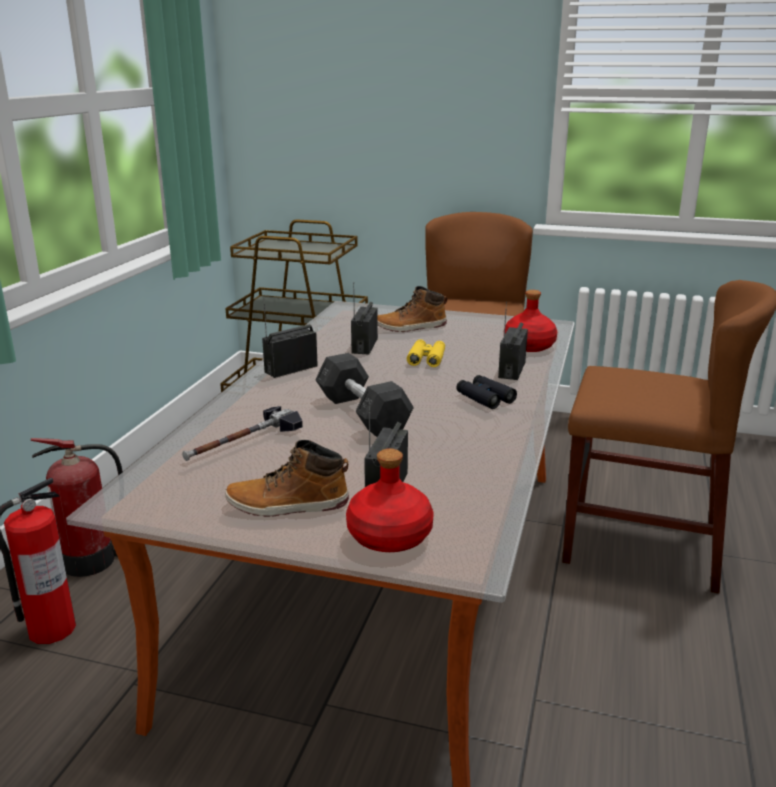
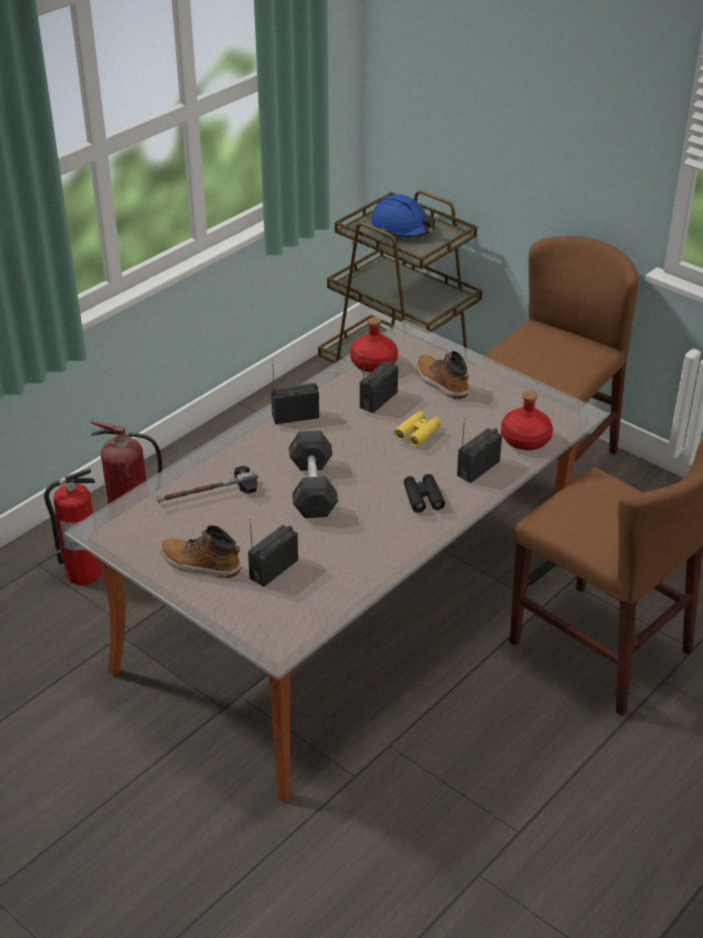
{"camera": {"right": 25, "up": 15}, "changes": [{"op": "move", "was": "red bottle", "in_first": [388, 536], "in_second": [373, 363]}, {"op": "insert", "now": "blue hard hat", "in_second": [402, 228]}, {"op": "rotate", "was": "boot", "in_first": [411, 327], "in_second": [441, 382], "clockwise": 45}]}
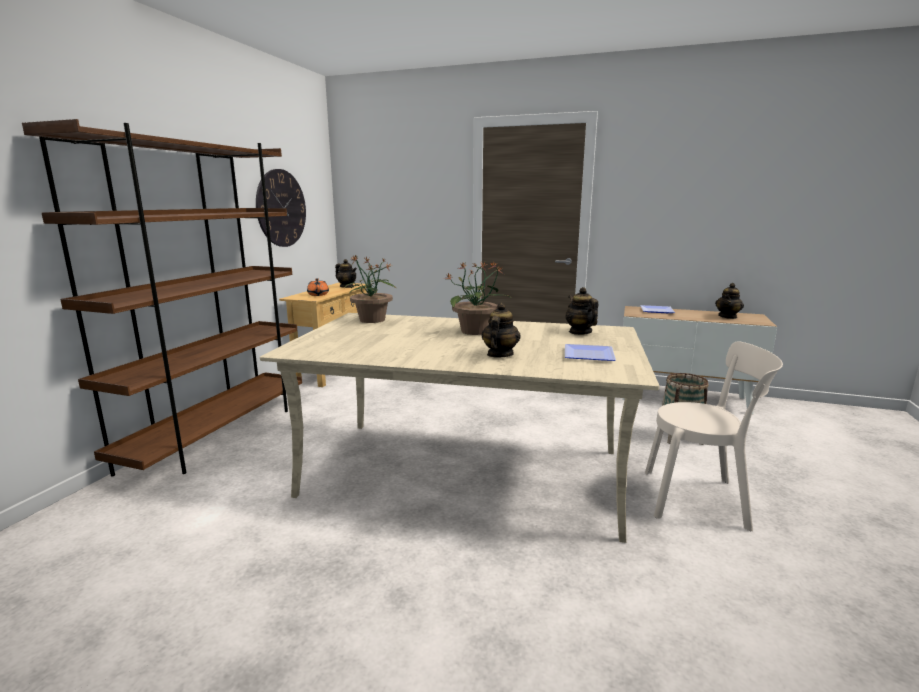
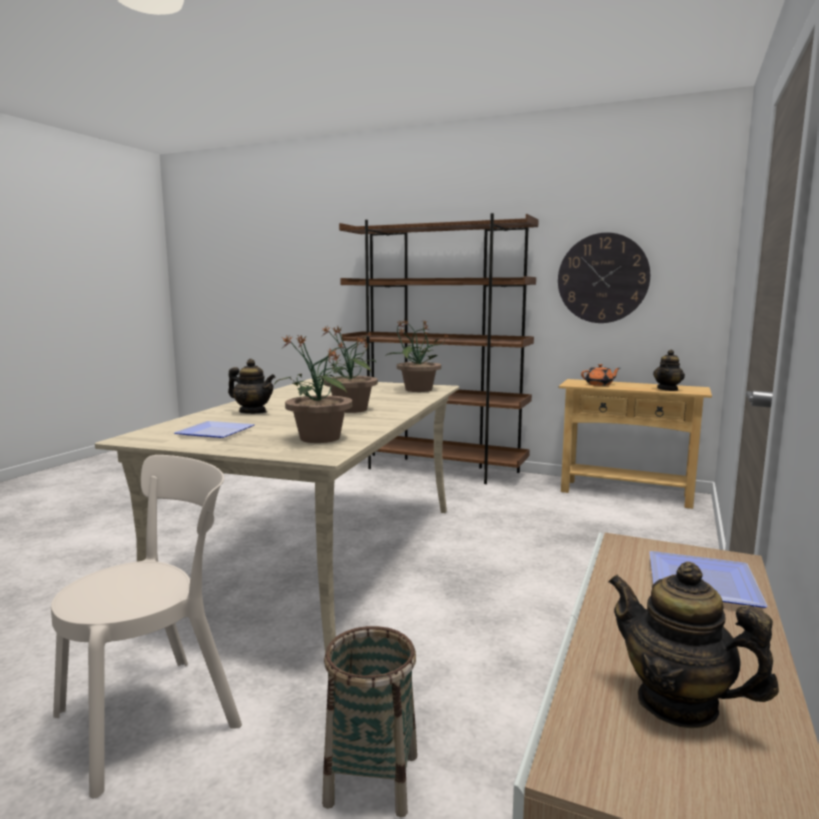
{"camera": {"right": 95, "up": -5}, "changes": [{"op": "rotate", "was": "beige chair", "in_first": [700, 499], "in_second": [156, 715], "clockwise": -150}, {"op": "replace", "was": "teapot", "now": "potted plant", "in_first": [580, 332], "in_second": [319, 438]}]}
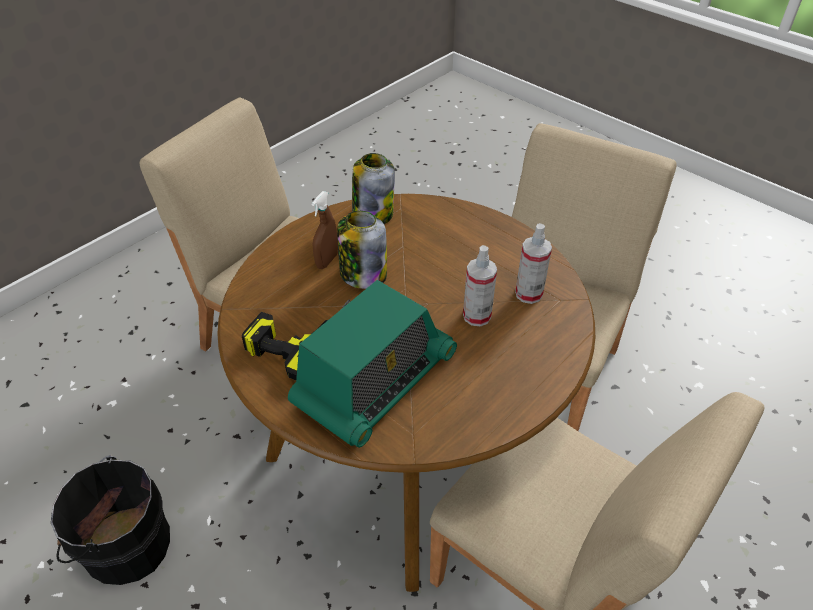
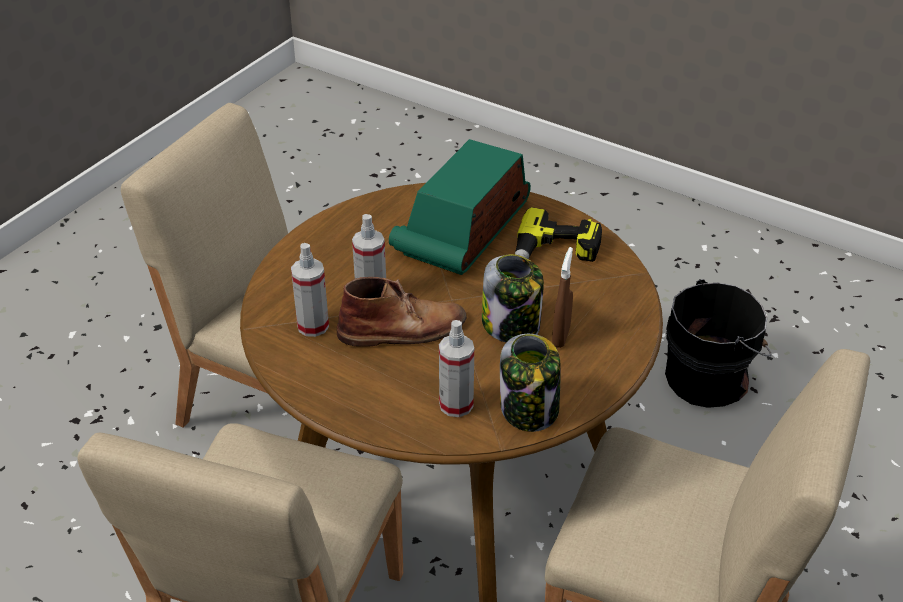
{"camera": {"right": 170, "up": -5}, "changes": [{"op": "insert", "now": "brown boot", "in_second": [403, 329]}, {"op": "insert", "now": "spray bottle", "in_second": [456, 405]}]}
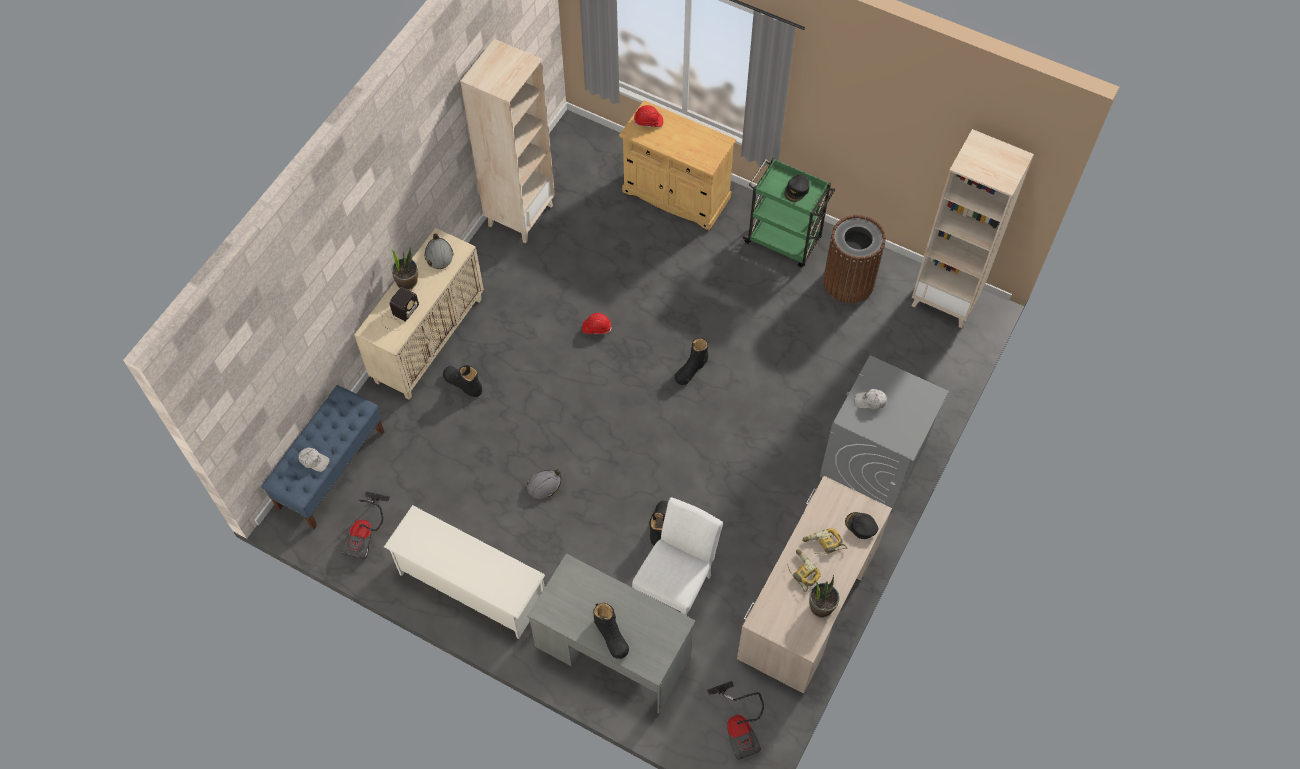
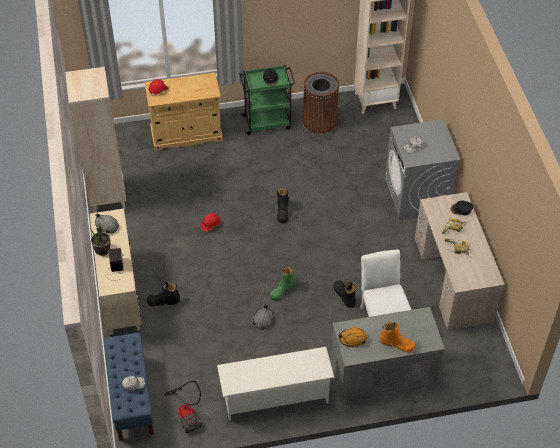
{"camera": {"right": -40, "up": -10}, "changes": [{"op": "insert", "now": "green boot", "in_second": [282, 290]}, {"op": "insert", "now": "orange hard hat", "in_second": [352, 339]}, {"op": "recolor", "was": "black boot", "now": "orange boot", "in_first": [611, 636], "in_second": [397, 344]}, {"op": "delete", "was": "vacuum cleaner", "in_first": [739, 727]}, {"op": "delete", "was": "potted plant", "in_first": [821, 606]}]}
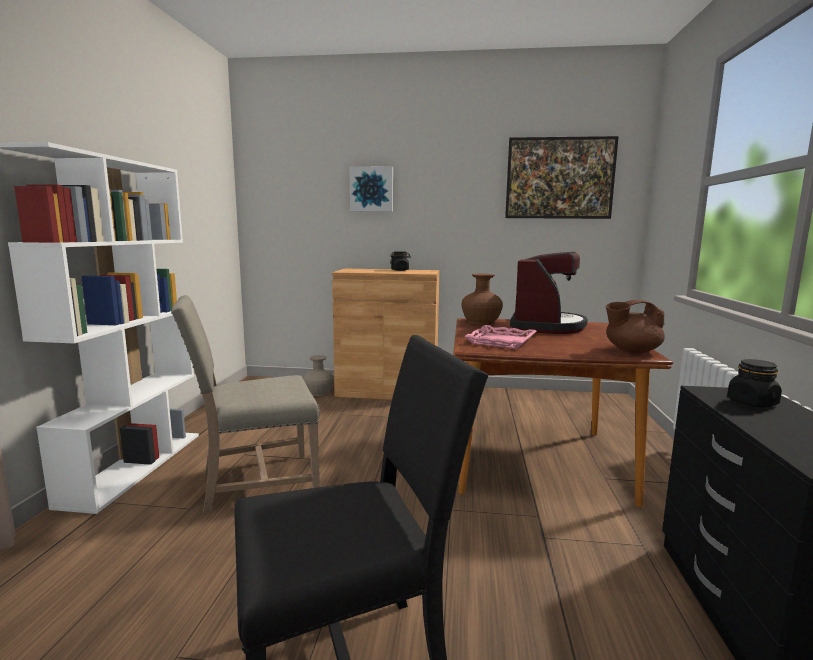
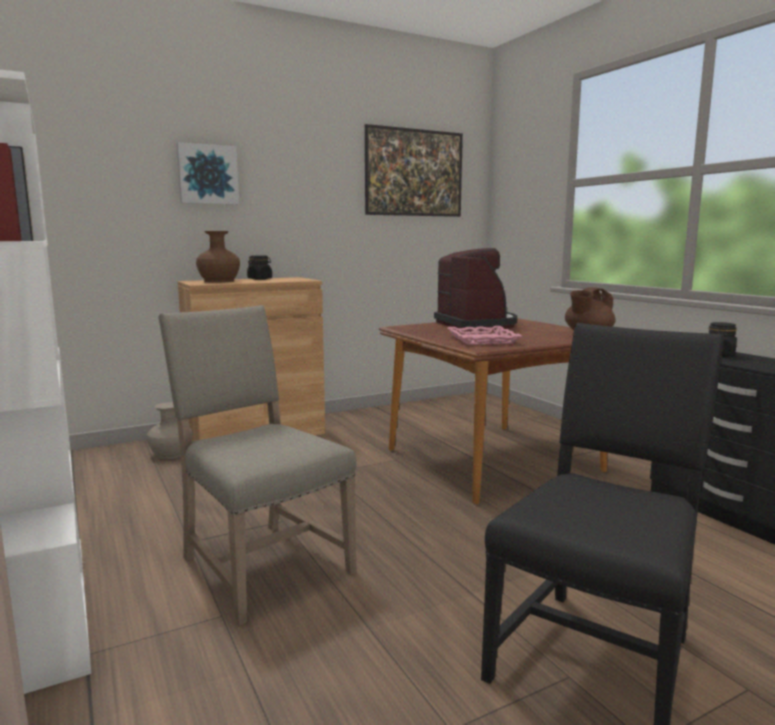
{"camera": {"right": -35, "up": 0}, "changes": [{"op": "rotate", "was": "beige chair", "in_first": [255, 484], "in_second": [260, 564], "clockwise": 105}, {"op": "move", "was": "brown vase", "in_first": [481, 322], "in_second": [219, 281]}]}
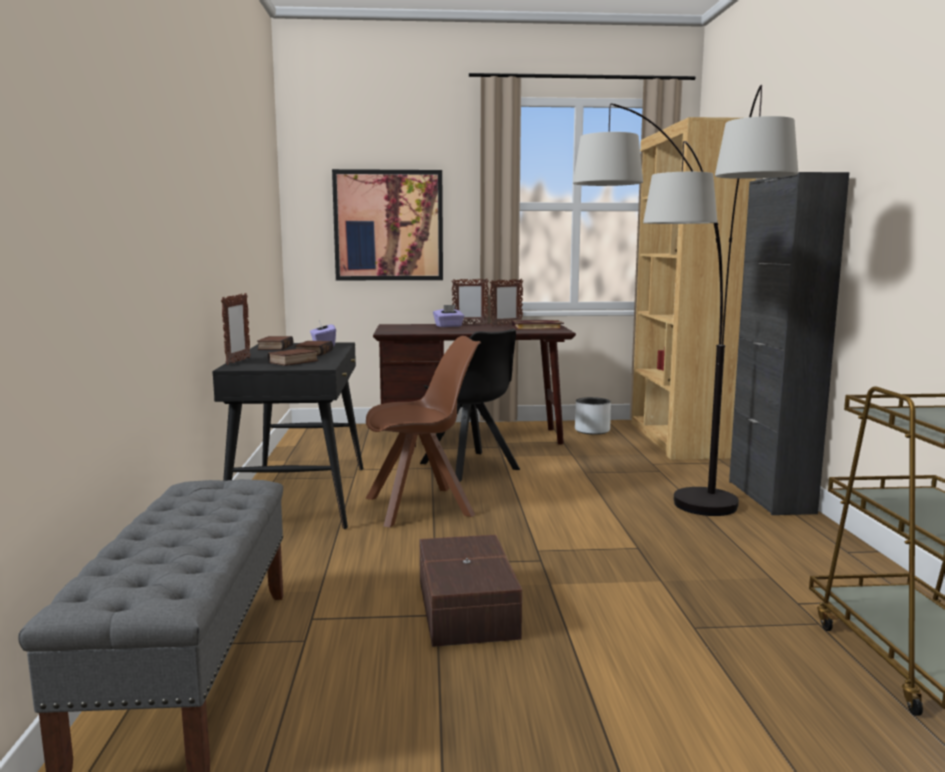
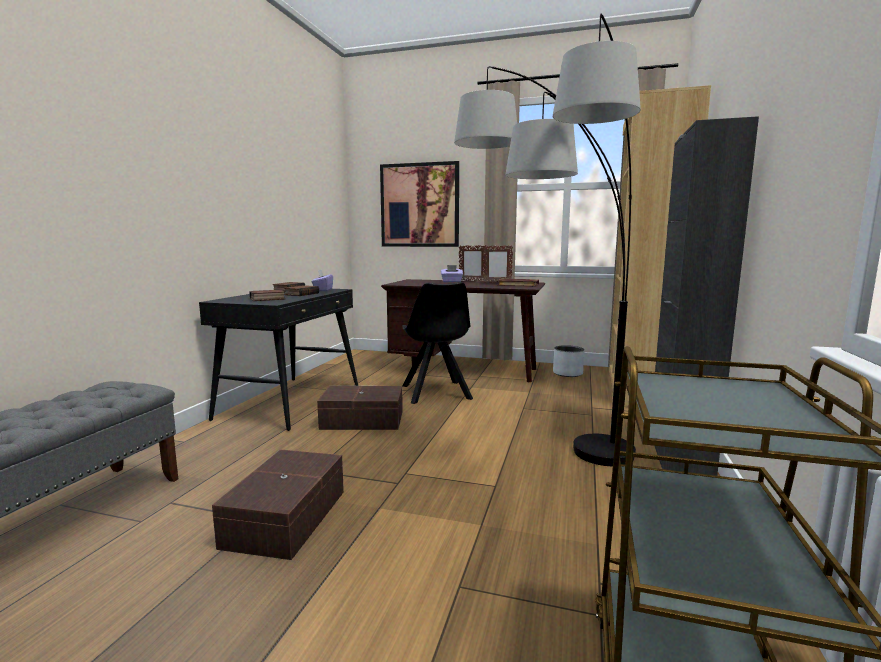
{"camera": {"right": 20, "up": 0}, "changes": [{"op": "replace", "was": "brown chair", "now": "brown storage box", "in_first": [422, 507], "in_second": [363, 421]}, {"op": "delete", "was": "picture frame", "in_first": [238, 361]}]}
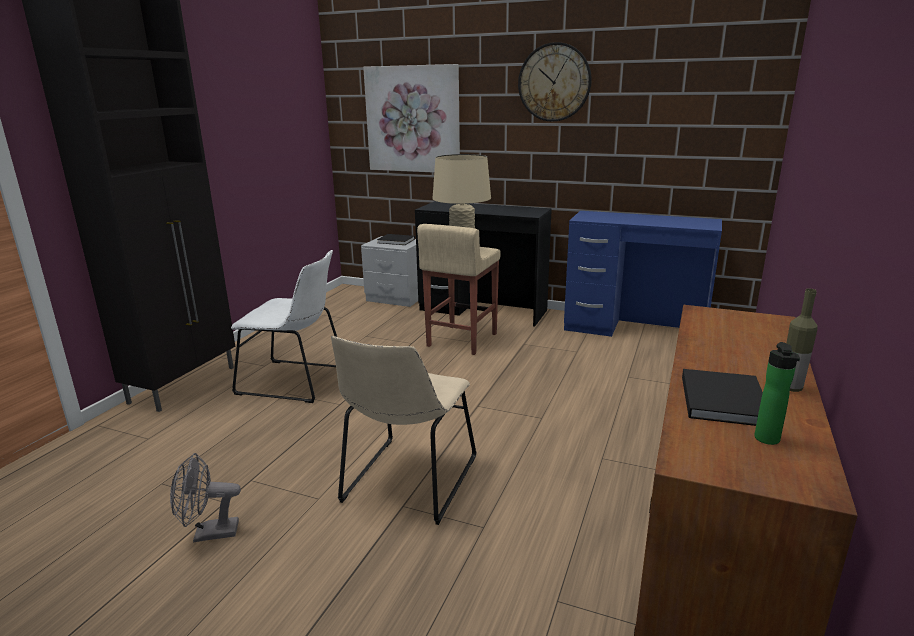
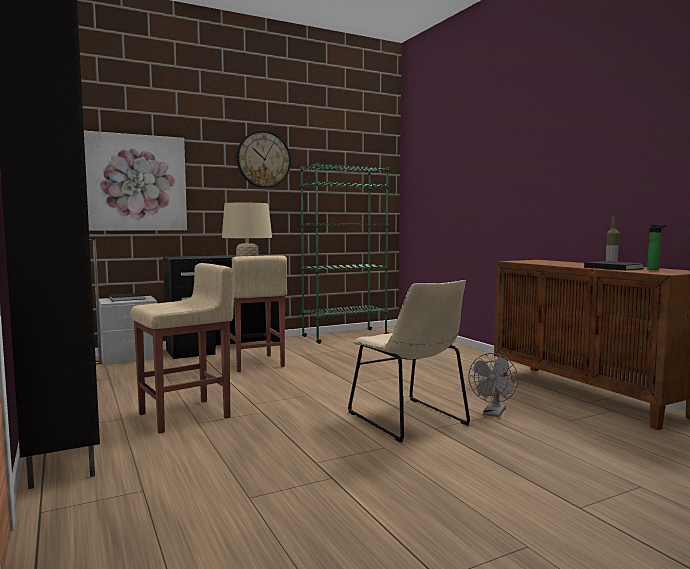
{"camera": {"right": -50, "up": -15}, "changes": [{"op": "replace", "was": "white chair", "now": "beige stool", "in_first": [296, 381], "in_second": [186, 415]}, {"op": "replace", "was": "blue desk", "now": "green bookcase", "in_first": [634, 330], "in_second": [344, 336]}, {"op": "move", "was": "grey fan", "in_first": [208, 533], "in_second": [493, 413]}]}
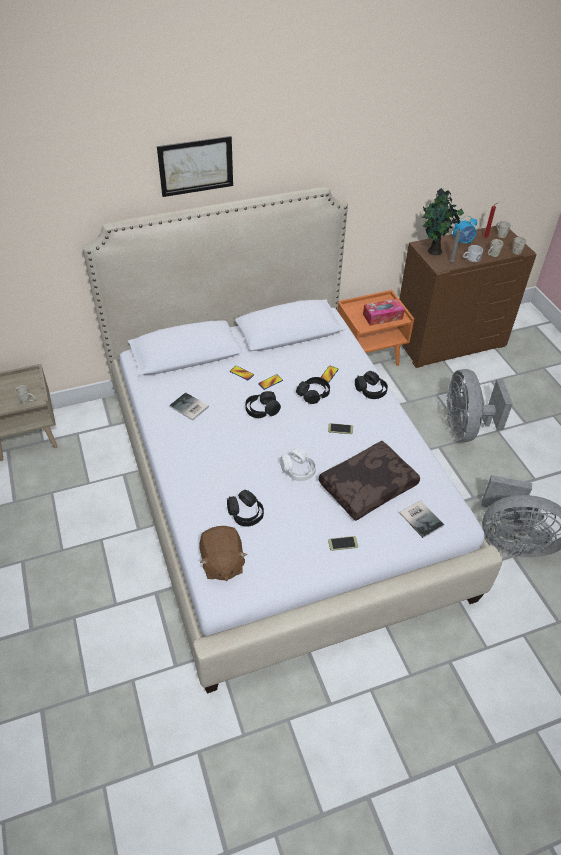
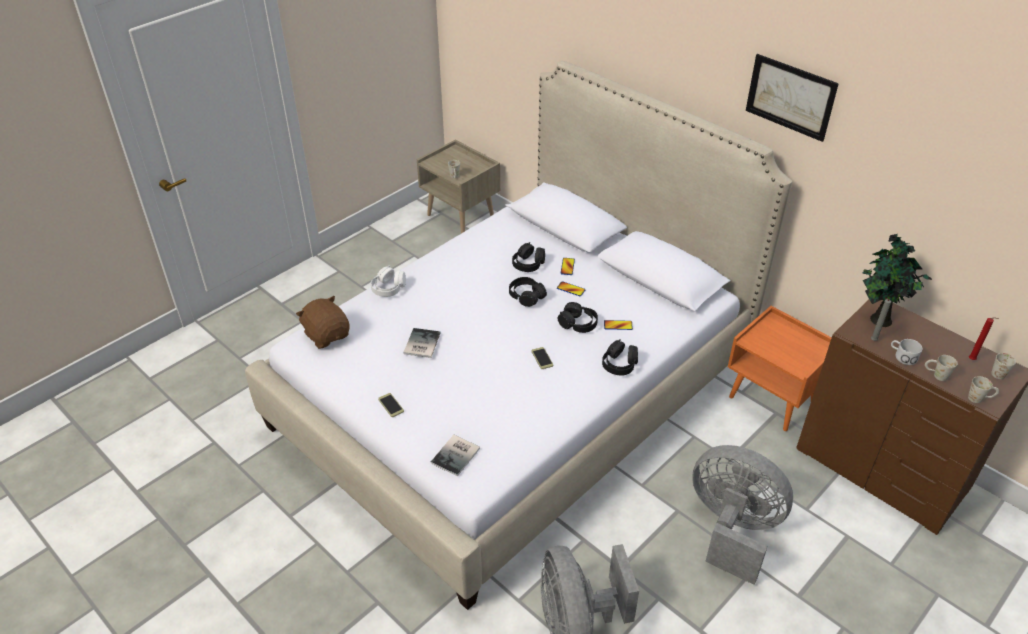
{"camera": {"right": 65, "up": -5}, "changes": [{"op": "rotate", "was": "brown plush toy", "in_first": [222, 563], "in_second": [327, 335], "clockwise": 90}, {"op": "move", "was": "white headphones", "in_first": [298, 470], "in_second": [388, 288]}, {"op": "move", "was": "book", "in_first": [189, 408], "in_second": [420, 344]}, {"op": "move", "was": "black headphones", "in_first": [245, 513], "in_second": [528, 264]}, {"op": "rotate", "was": "grey fan", "in_first": [465, 428], "in_second": [732, 529], "clockwise": 60}, {"op": "move", "was": "picture", "in_first": [196, 166], "in_second": [790, 97]}, {"op": "delete", "was": "brown pillow", "in_first": [367, 485]}, {"op": "delete", "was": "tissue box", "in_first": [382, 316]}, {"op": "delete", "was": "alarm clock", "in_first": [462, 242]}]}
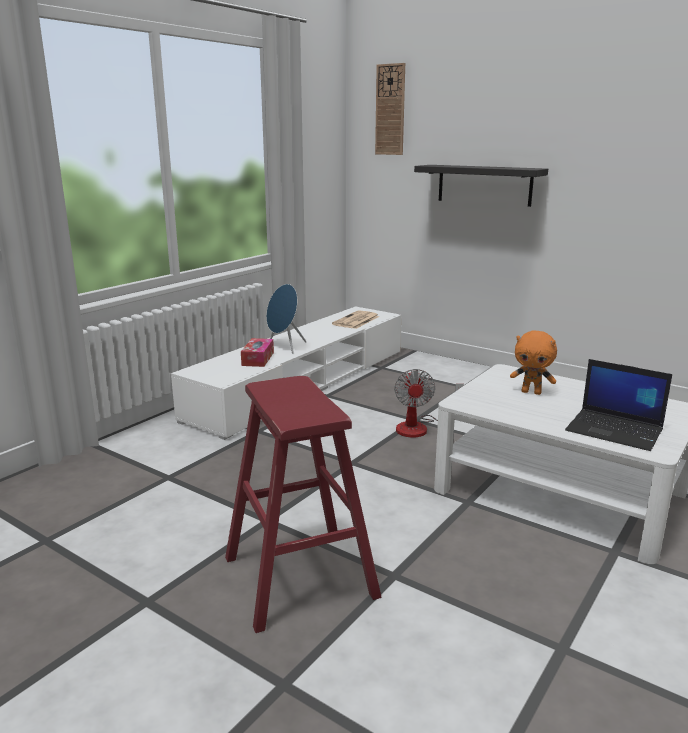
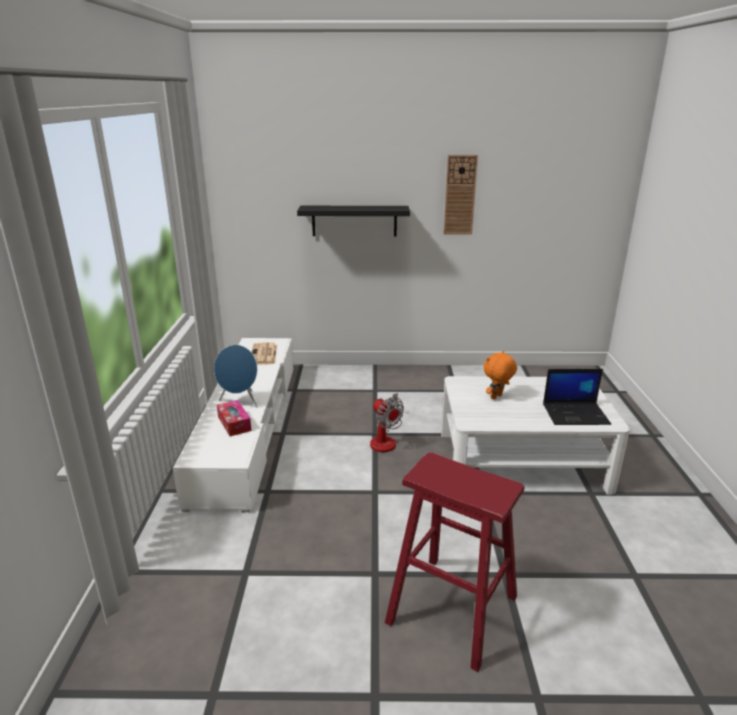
{"camera": {"right": -35, "up": 5}, "changes": [{"op": "move", "was": "wall clock", "in_first": [390, 110], "in_second": [460, 195]}, {"op": "rotate", "was": "orange plush toy", "in_first": [531, 392], "in_second": [497, 397], "clockwise": 150}]}
